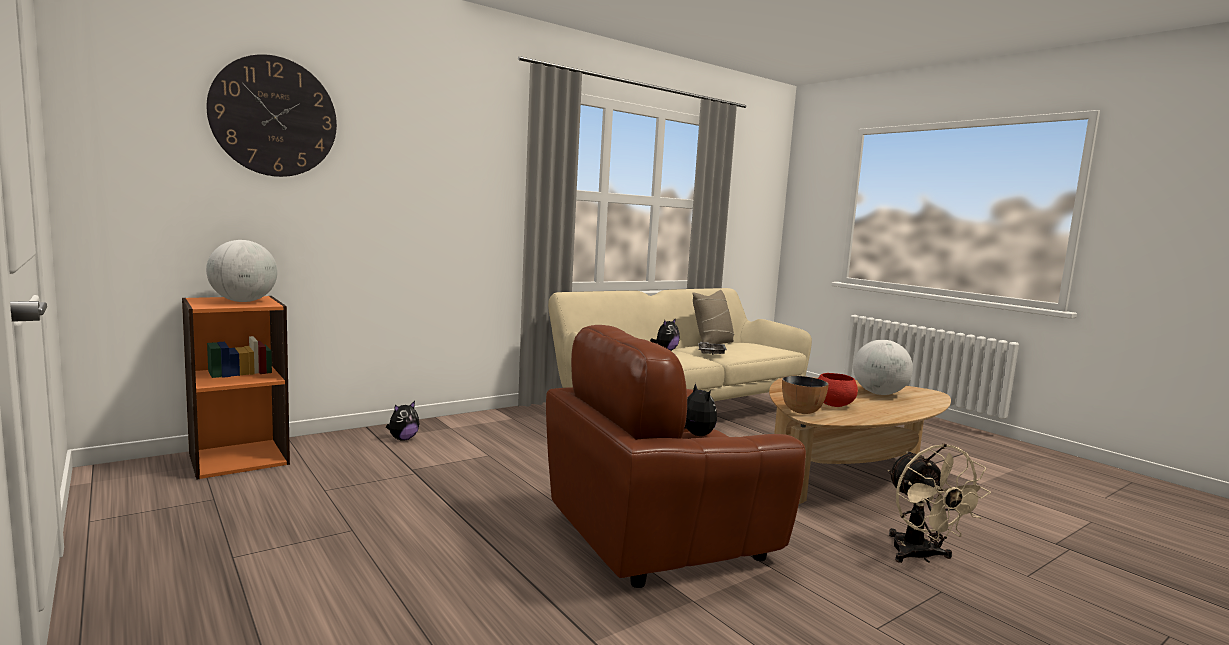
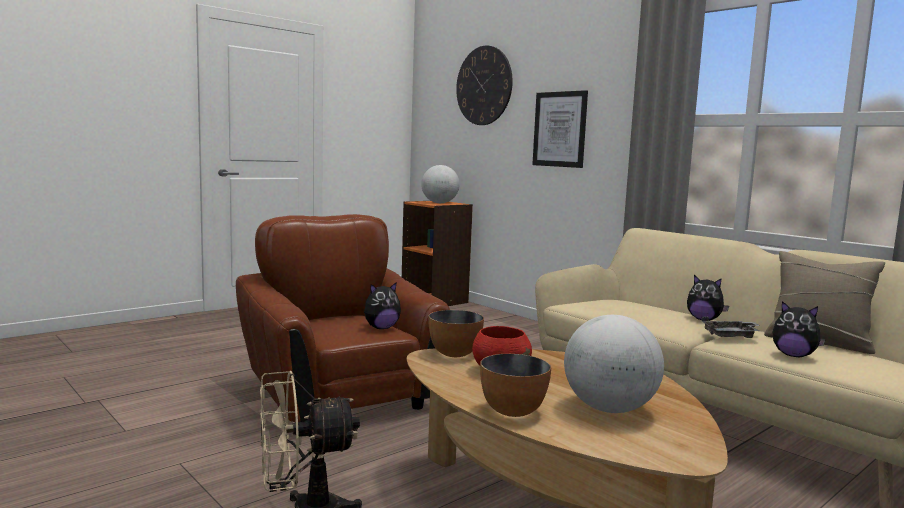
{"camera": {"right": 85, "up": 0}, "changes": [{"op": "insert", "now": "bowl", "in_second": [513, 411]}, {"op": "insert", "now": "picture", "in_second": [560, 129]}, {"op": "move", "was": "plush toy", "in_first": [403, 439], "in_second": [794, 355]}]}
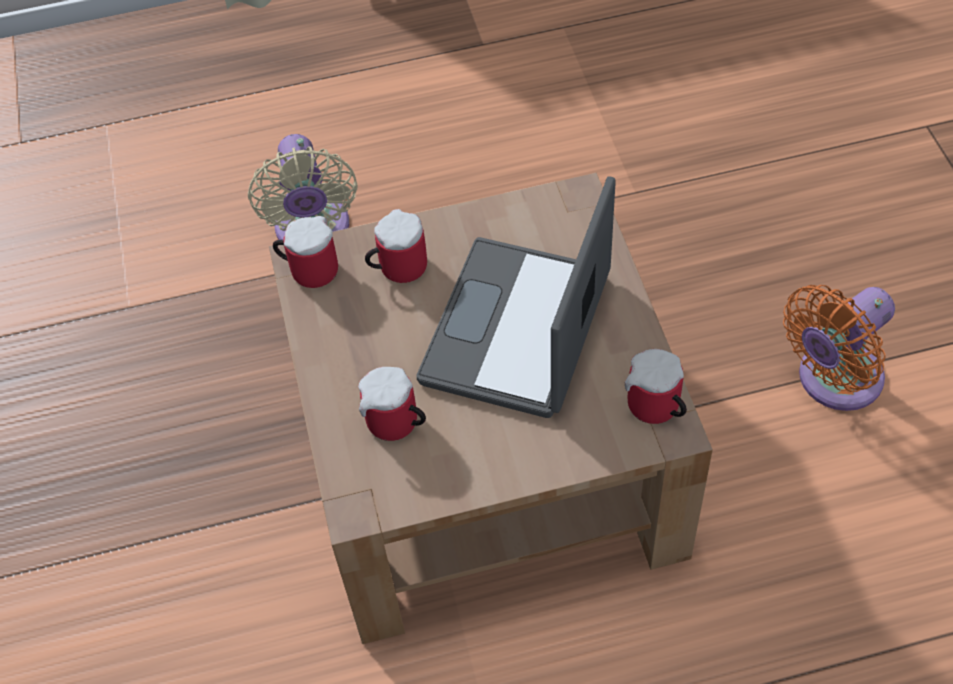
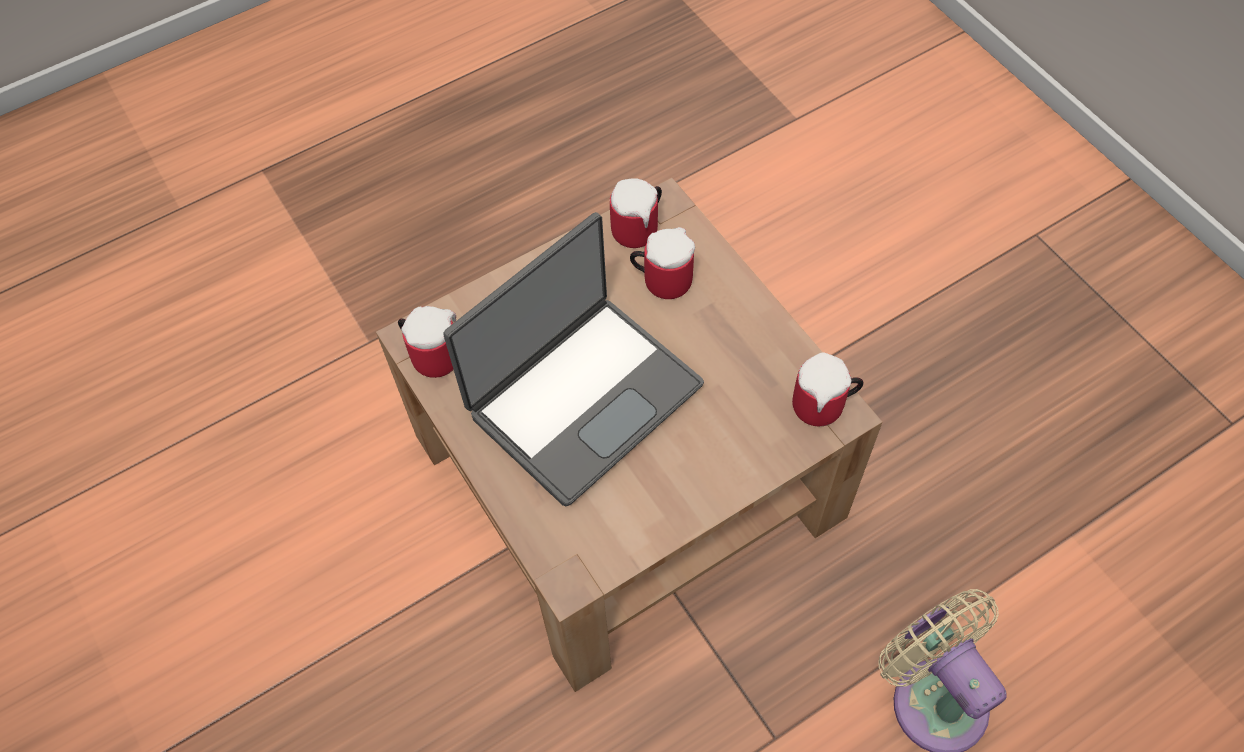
{"camera": {"right": 160, "up": 5}, "changes": [{"op": "rotate", "was": "laptop", "in_first": [520, 330], "in_second": [582, 397], "clockwise": 45}, {"op": "move", "was": "mug", "in_first": [396, 267], "in_second": [640, 228]}, {"op": "delete", "was": "orange fan", "in_first": [833, 381]}]}
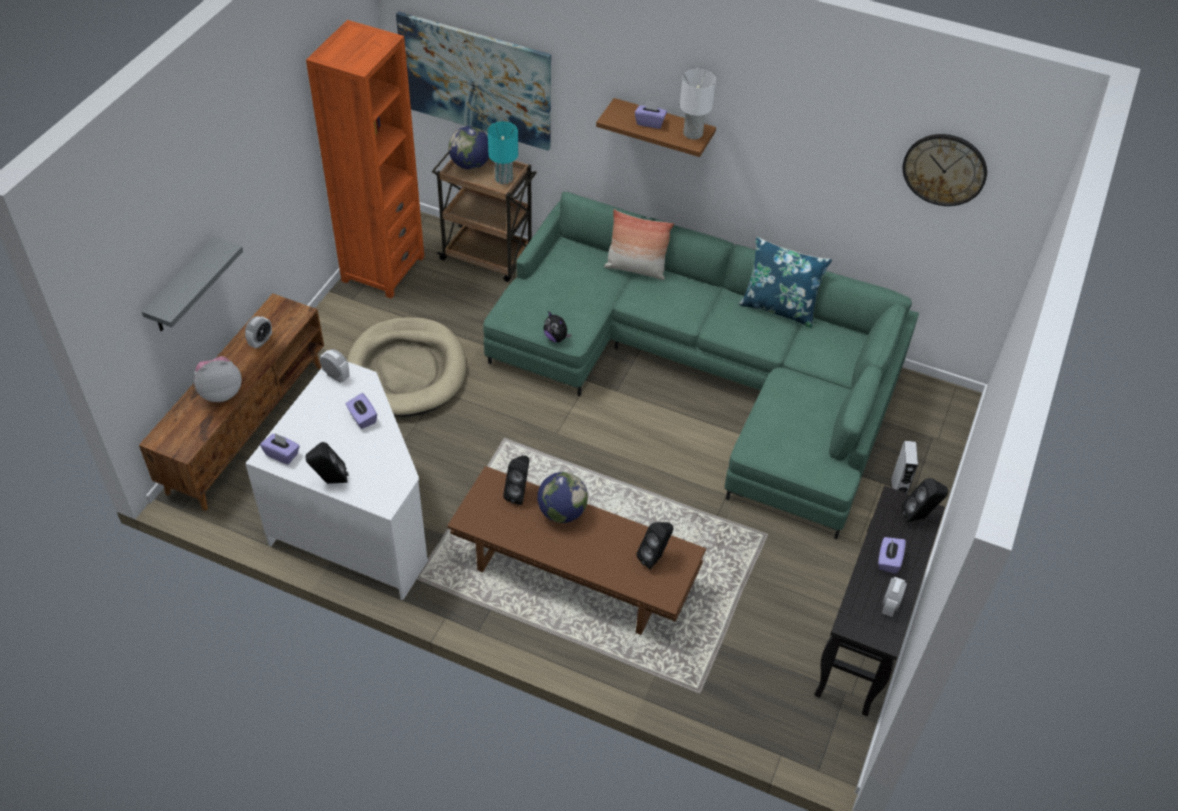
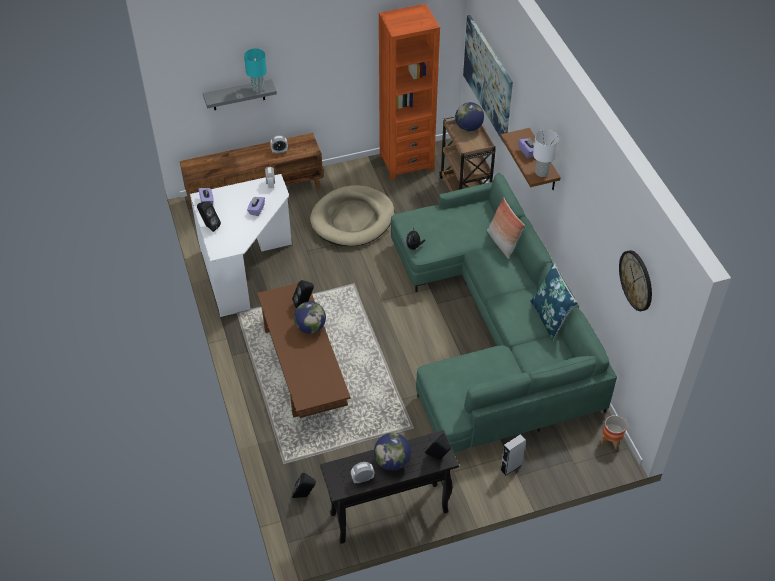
{"camera": {"right": 50, "up": 0}, "changes": [{"op": "move", "was": "turquoise table lamp", "in_first": [503, 178], "in_second": [258, 88]}, {"op": "move", "was": "black speaker", "in_first": [655, 558], "in_second": [304, 495]}, {"op": "replace", "was": "purple tissue box", "now": "globe", "in_first": [888, 561], "in_second": [392, 461]}, {"op": "insert", "now": "planter", "in_second": [611, 440]}, {"op": "delete", "was": "plush toy", "in_first": [221, 392]}]}
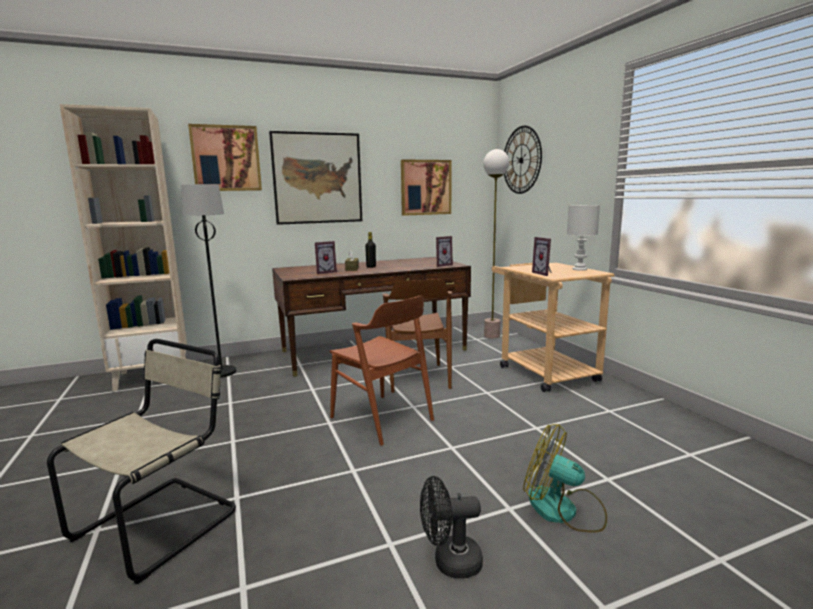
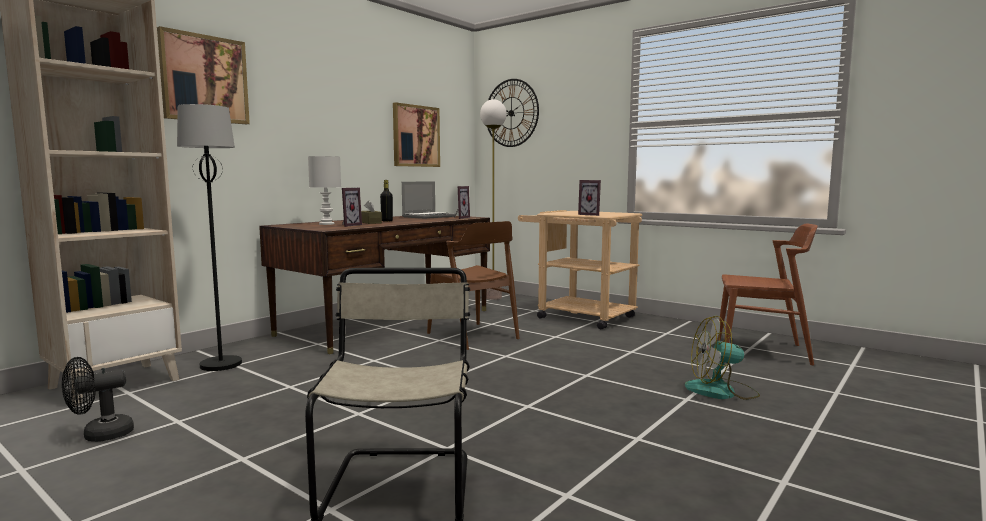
{"camera": {"right": -30, "up": -5}, "changes": [{"op": "move", "was": "black fan", "in_first": [450, 562], "in_second": [100, 435]}, {"op": "move", "was": "white table lamp", "in_first": [579, 269], "in_second": [326, 224]}, {"op": "insert", "now": "laptop", "in_second": [429, 216]}, {"op": "move", "was": "brown chair", "in_first": [382, 418], "in_second": [762, 351]}, {"op": "delete", "was": "picture", "in_first": [317, 178]}]}
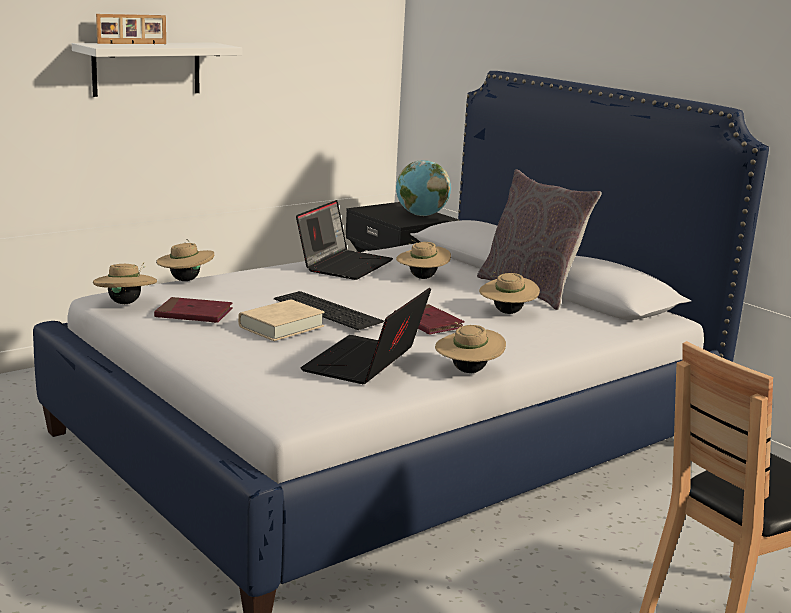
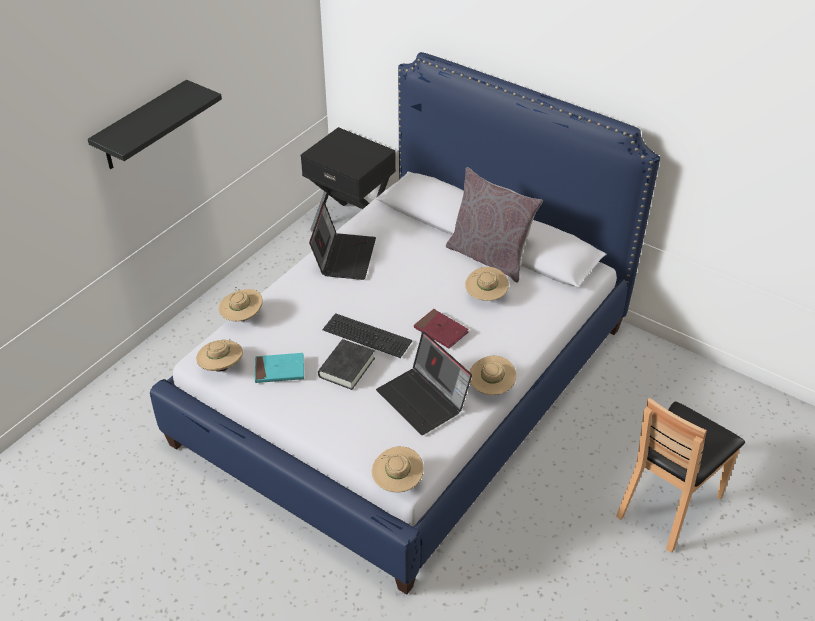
{"camera": {"right": -15, "up": 25}, "changes": [{"op": "recolor", "was": "white shelf", "now": "black shelf", "in_first": [146, 68], "in_second": [142, 126]}, {"op": "recolor", "was": "red book", "now": "turquoise book", "in_first": [194, 314], "in_second": [279, 370]}, {"op": "recolor", "was": "beige book", "now": "black book", "in_first": [281, 326], "in_second": [346, 367]}, {"op": "move", "was": "beige hat", "in_first": [422, 277], "in_second": [397, 482]}, {"op": "rotate", "was": "laptop", "in_first": [365, 364], "in_second": [424, 400], "clockwise": -45}, {"op": "delete", "was": "picture frame", "in_first": [132, 44]}, {"op": "delete", "was": "globe", "in_first": [421, 215]}]}
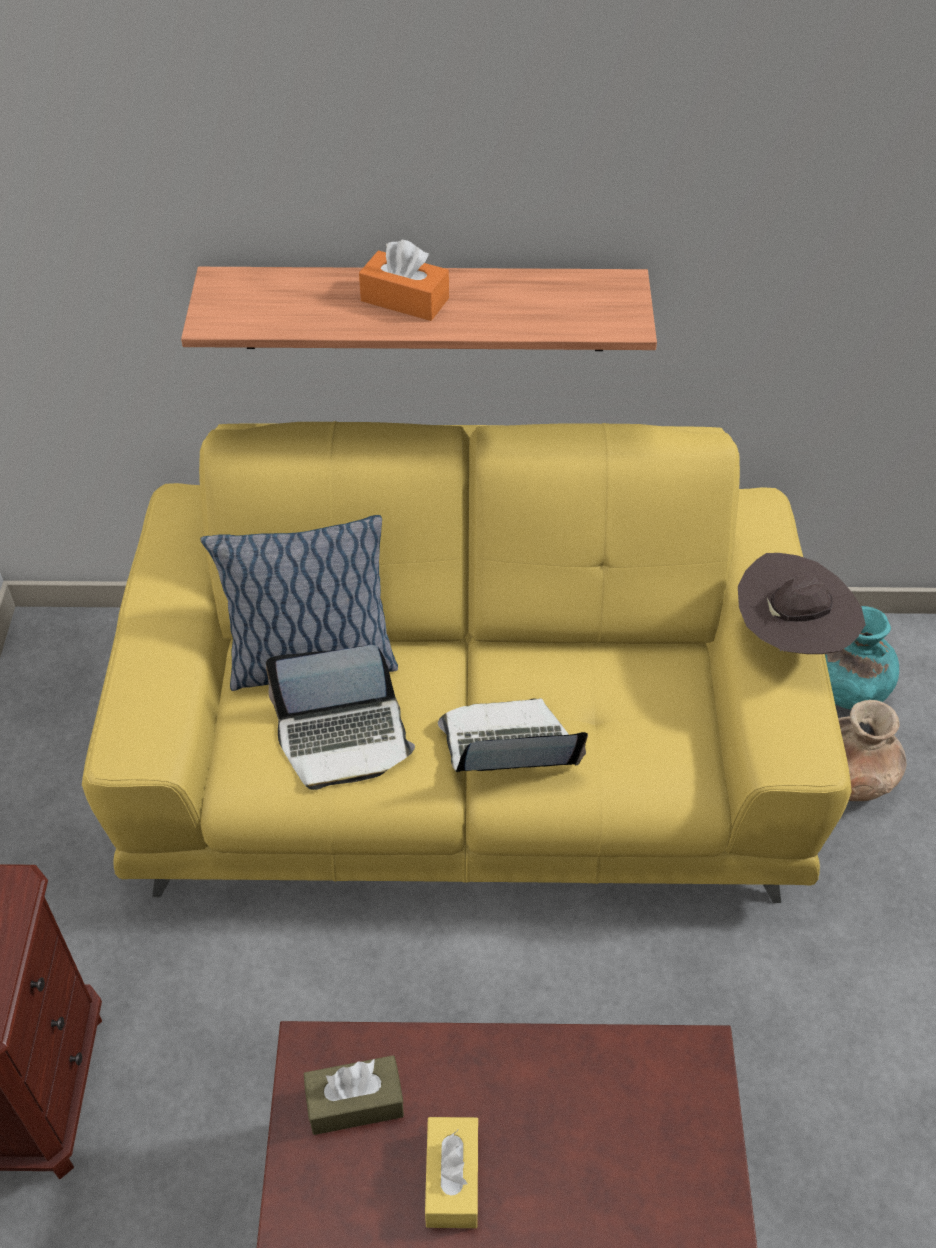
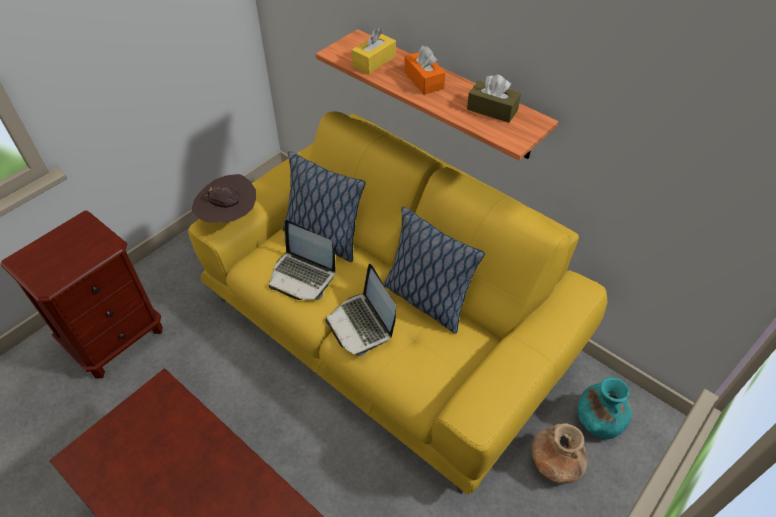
{"camera": {"right": 40, "up": 0}, "changes": [{"op": "move", "was": "brown hat", "in_first": [791, 638], "in_second": [229, 218]}, {"op": "rotate", "was": "laptop", "in_first": [508, 747], "in_second": [362, 324], "clockwise": -150}, {"op": "move", "was": "yellow tissue box", "in_first": [452, 1179], "in_second": [374, 61]}, {"op": "insert", "now": "pillow", "in_second": [426, 300]}, {"op": "move", "was": "brown tissue box", "in_first": [355, 1102], "in_second": [492, 109]}]}
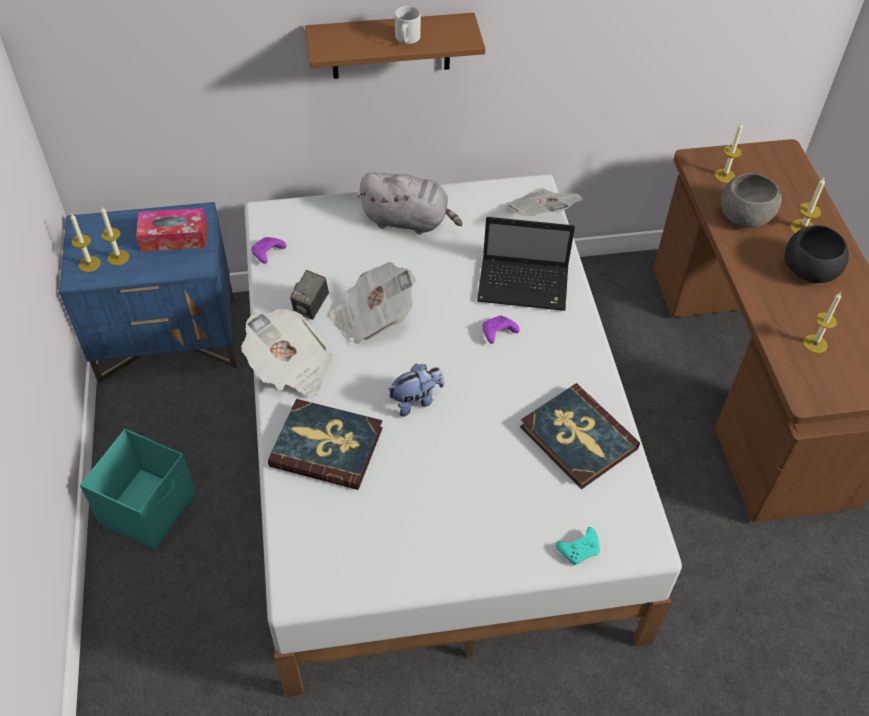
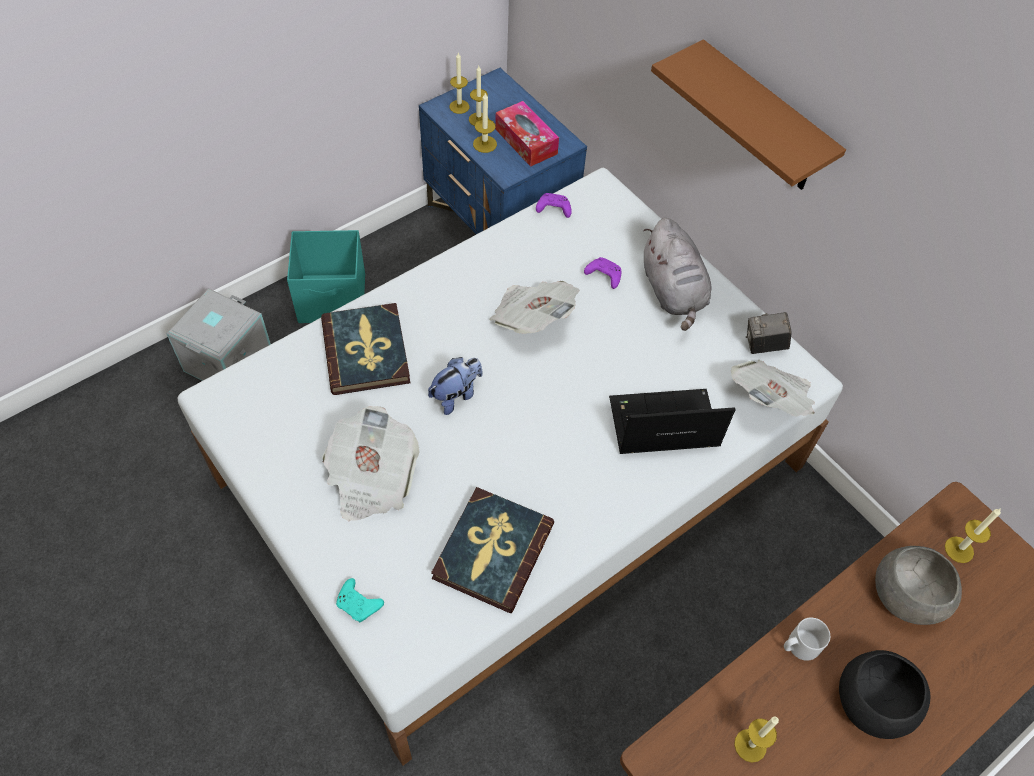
{"camera": {"right": 60, "up": 5}, "changes": [{"op": "insert", "now": "grey storage box", "in_second": [227, 360]}, {"op": "move", "was": "newspaper", "in_first": [290, 368], "in_second": [371, 478]}, {"op": "rotate", "was": "plush toy", "in_first": [416, 400], "in_second": [456, 395], "clockwise": -75}, {"op": "move", "was": "candle", "in_first": [803, 228], "in_second": [485, 144]}, {"op": "move", "was": "purple game controller", "in_first": [498, 333], "in_second": [603, 276]}, {"op": "rotate", "was": "laptop", "in_first": [525, 285], "in_second": [661, 425], "clockwise": 105}, {"op": "move", "was": "photo camera", "in_first": [311, 307], "in_second": [764, 345]}, {"op": "move", "was": "grey mug", "in_first": [407, 39], "in_second": [799, 646]}]}
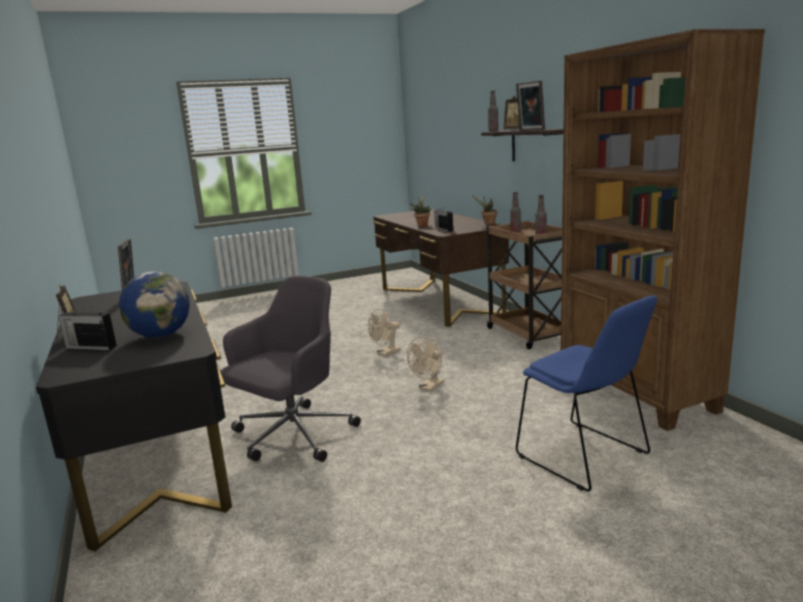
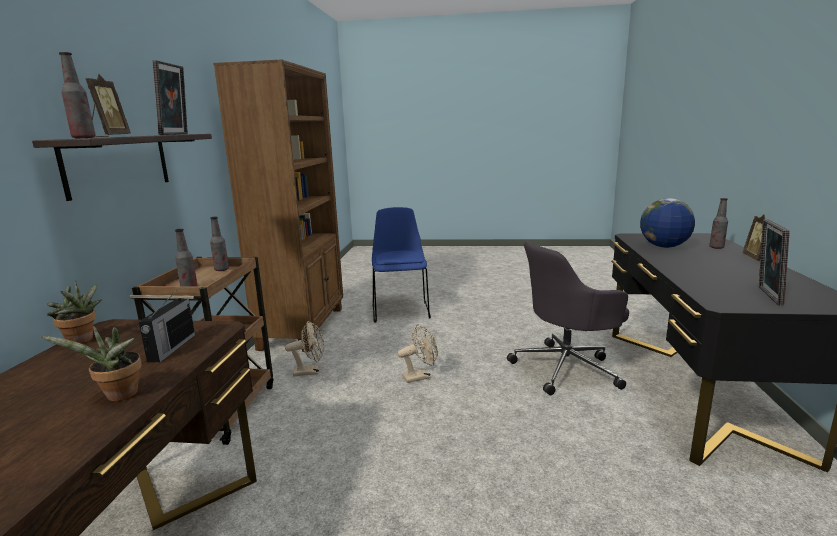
{"camera": {"right": -150, "up": 0}, "changes": [{"op": "move", "was": "beige fan", "in_first": [386, 353], "in_second": [310, 371]}, {"op": "replace", "was": "radio", "now": "bottle", "in_first": [90, 347], "in_second": [716, 247]}]}
